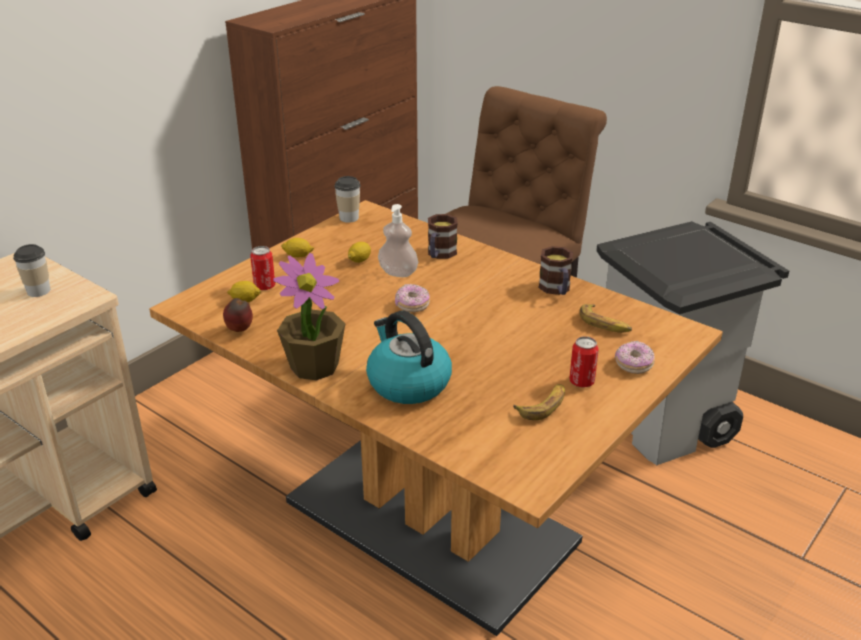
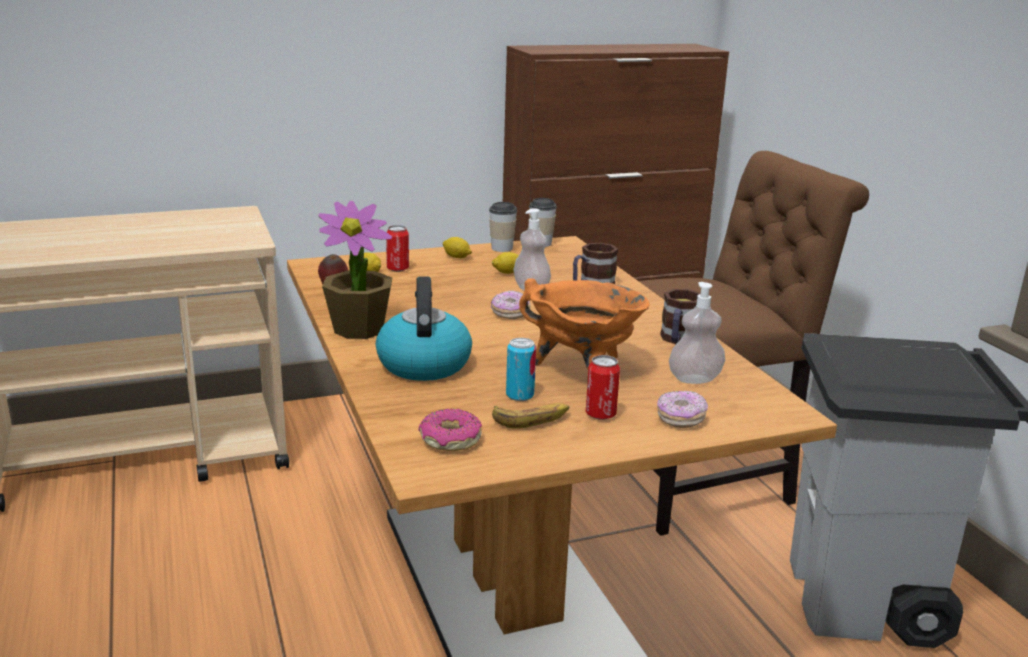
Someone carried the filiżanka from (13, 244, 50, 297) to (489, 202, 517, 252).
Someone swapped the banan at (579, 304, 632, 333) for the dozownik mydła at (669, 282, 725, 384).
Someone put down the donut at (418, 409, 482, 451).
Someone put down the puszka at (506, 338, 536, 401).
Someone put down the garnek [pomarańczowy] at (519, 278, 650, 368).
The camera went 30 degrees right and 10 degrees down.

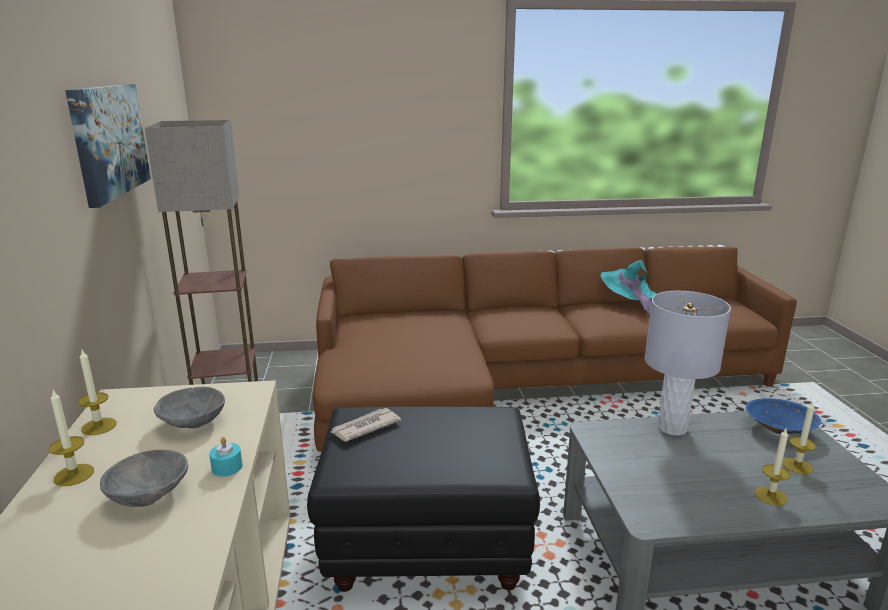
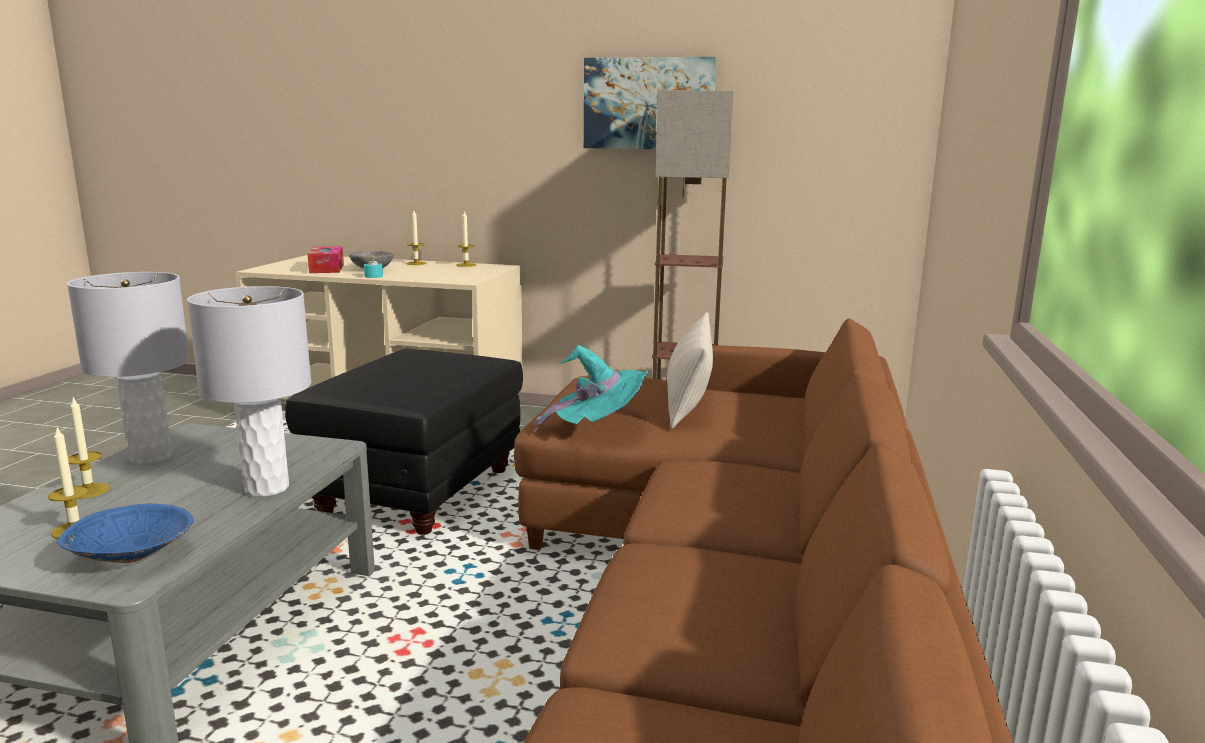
Someone took away the miska [szary] at (154, 387, 225, 428).
Someone took away the gazeta at (331, 408, 401, 442).
Someone carried the kapelusz [turkusowy] from (600, 260, 657, 316) to (534, 345, 649, 432).
Someone put down the lampa stołowa [szary] at (67, 272, 190, 465).
Someone put down the pudełko chusteczek at (307, 246, 344, 273).
Someone put down the poduszka [beżowy] at (667, 312, 713, 428).
The camera went 110 degrees right and 5 degrees down.

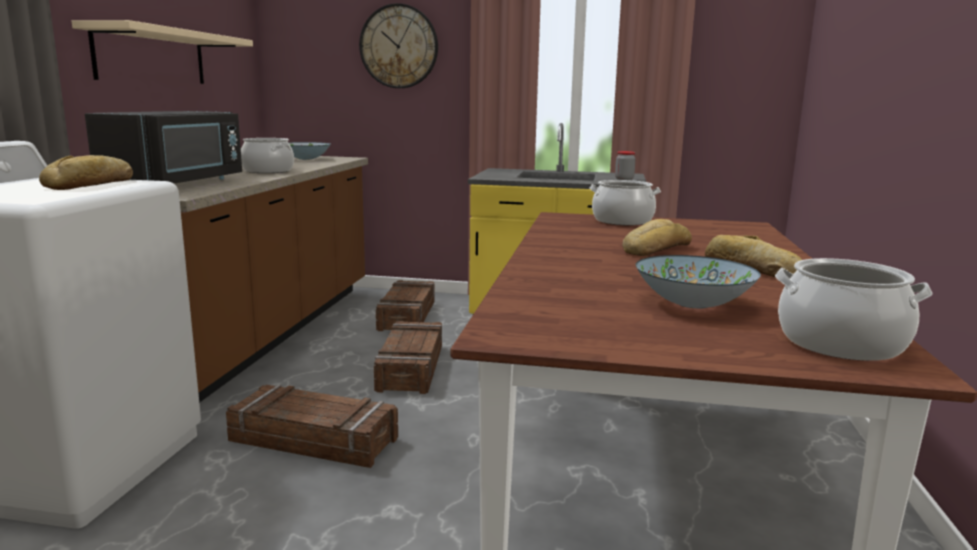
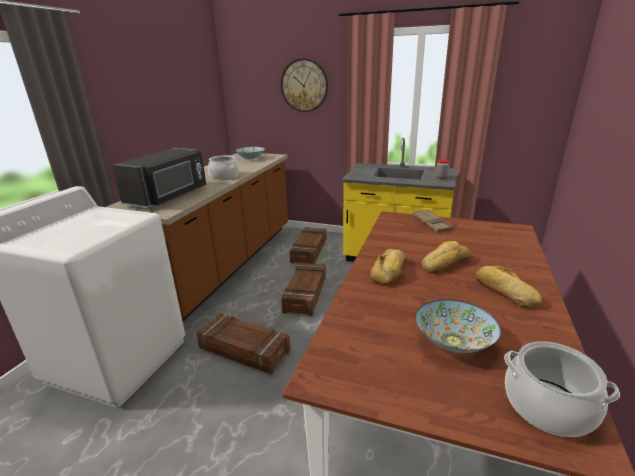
Someone carried the chleb from (39, 155, 133, 190) to (370, 249, 405, 286).
Someone took away the półka [beżowy] at (72, 20, 253, 84).
Someone swapped the garnek at (589, 180, 661, 226) for the taca [brązowy] at (413, 209, 453, 232).
The camera went 10 degrees right and 10 degrees up.

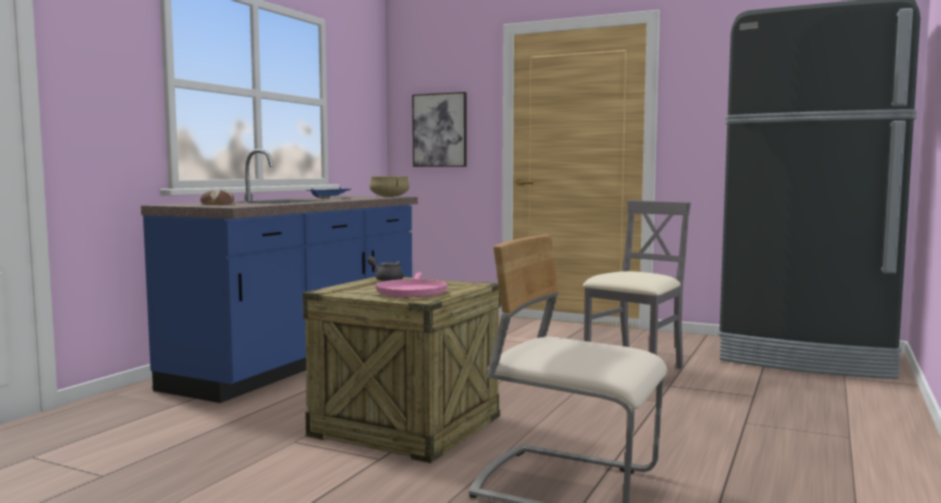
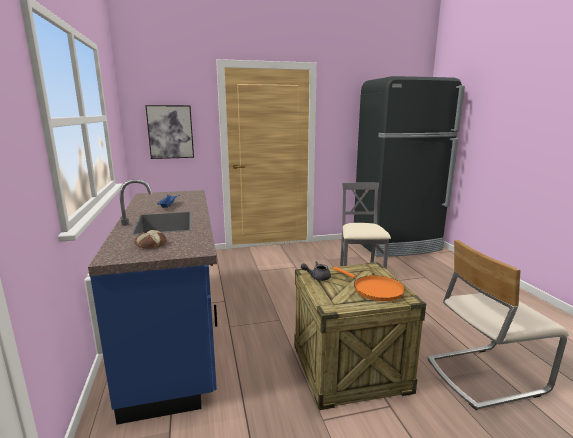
Someone took away the garnek [beżowy] at (369, 176, 410, 197).
Someone repainted the patelnia [różowy] at (375, 273, 448, 297), which became the patelnia [pomarańczowy] at (333, 267, 405, 301).
The camera went 40 degrees left and 10 degrees up.

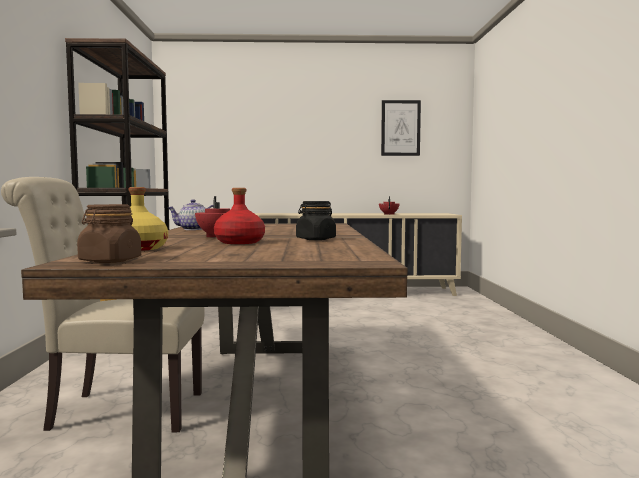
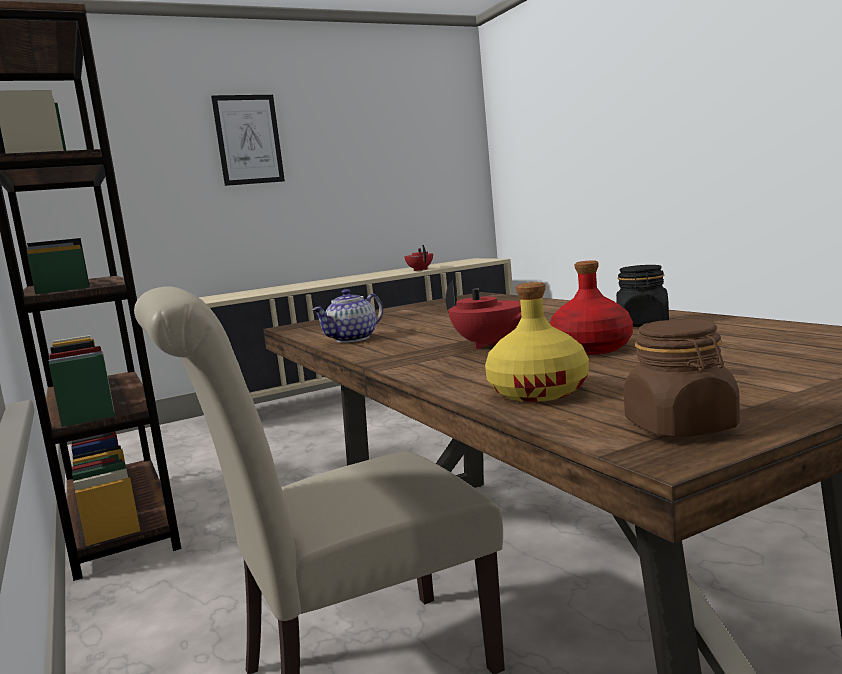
Someone carried the obraz from (381, 100, 421, 156) to (211, 95, 285, 186).
The camera went 25 degrees left and 5 degrees up.

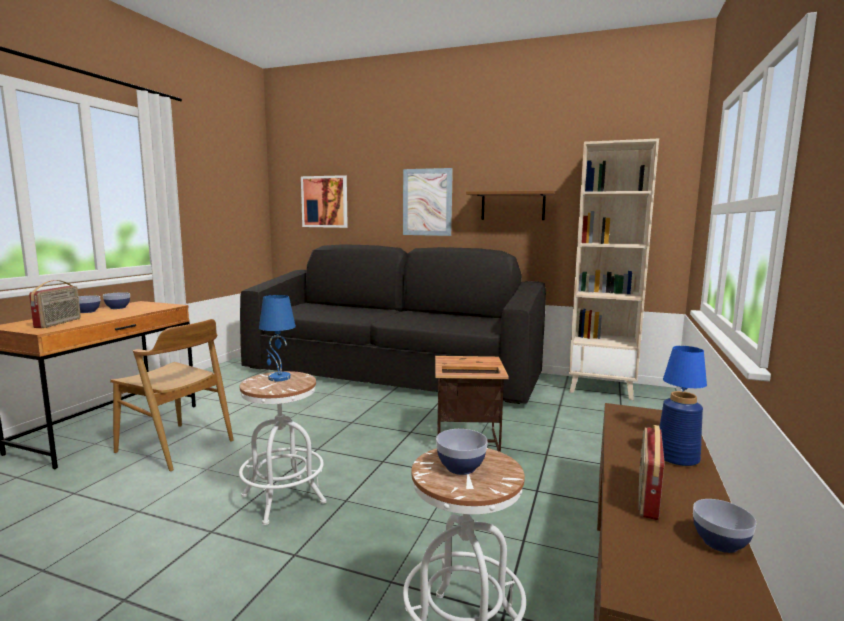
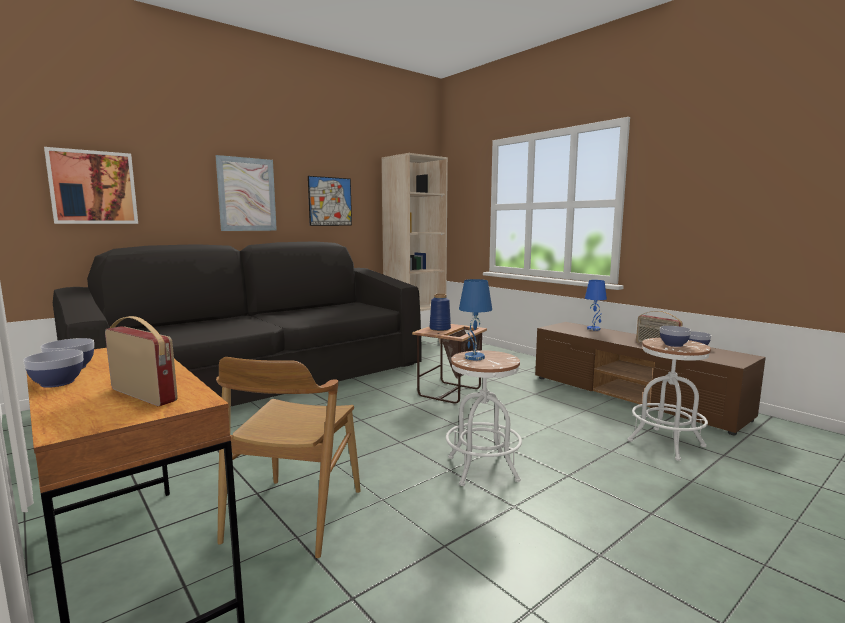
Someone rotated the krzesło [brązowy] at (110, 319, 234, 471) by 135 degrees clockwise.
Someone swapped the półka [brązowy] at (466, 190, 557, 220) for the obraz at (308, 176, 352, 226).
Someone carried the wazon [niebieski] from (659, 391, 703, 466) to (430, 294, 451, 331).
The camera went 60 degrees left and 0 degrees up.

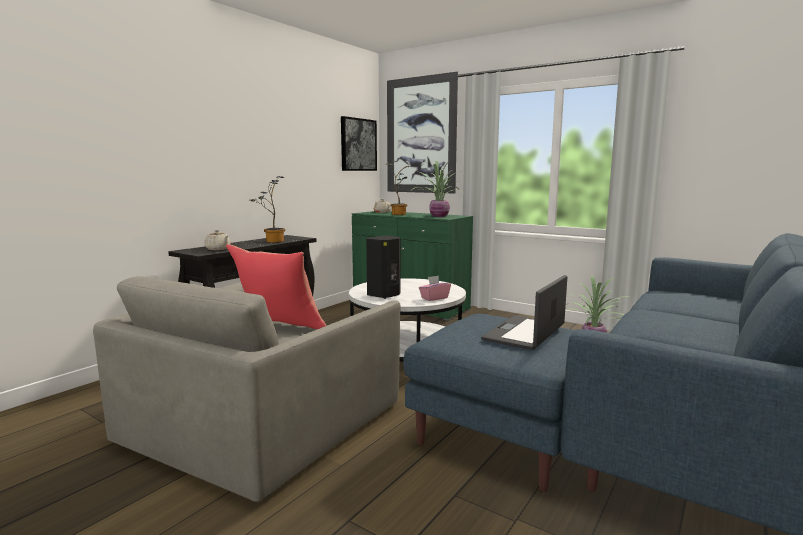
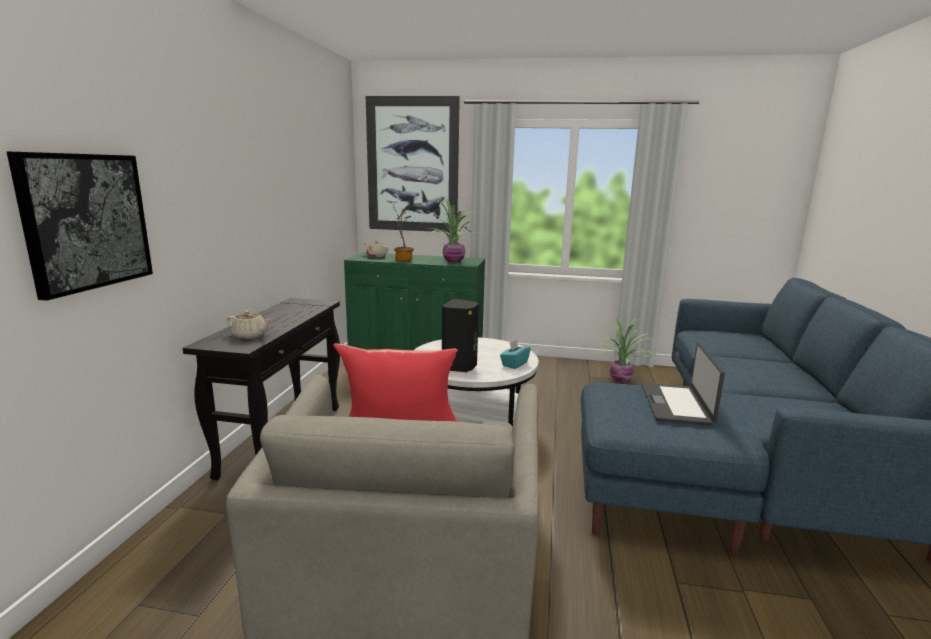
Someone took away the roślina doniczkowa at (249, 176, 285, 243).
Someone carried the obraz from (341, 116, 377, 171) to (7, 152, 153, 301).
Someone repainted the pudełko chusteczek [różowy] at (419, 276, 451, 301), which became the pudełko chusteczek [turkusowy] at (500, 340, 531, 369).
The camera went 25 degrees left and 5 degrees up.

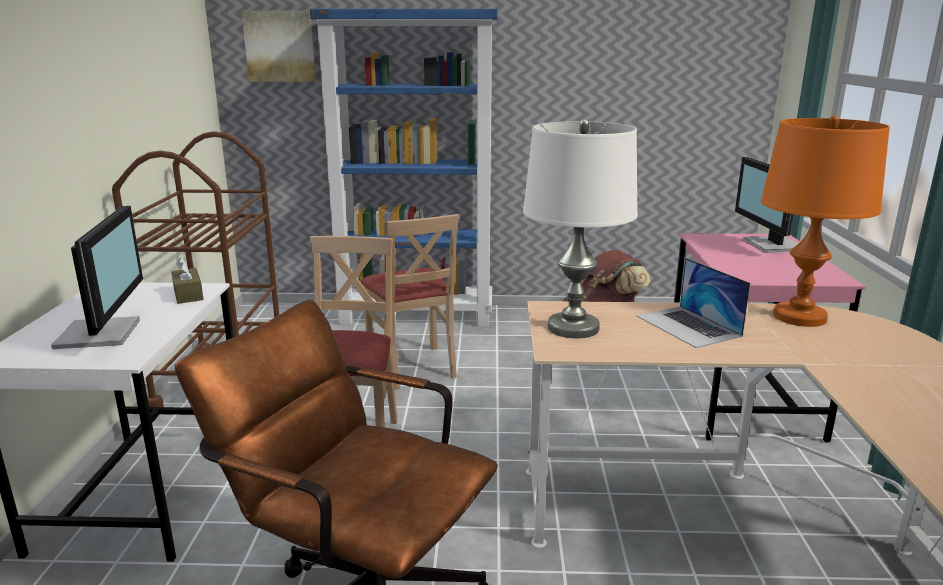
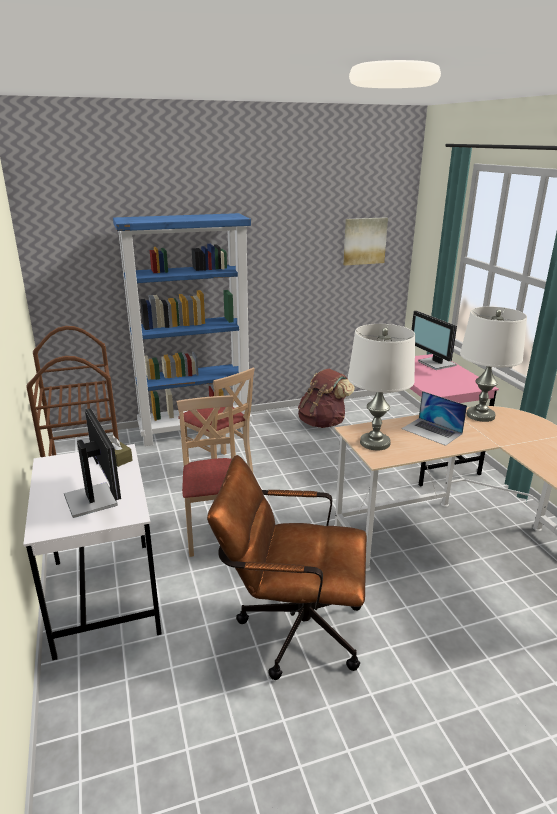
Someone carried the obraz from (242, 10, 316, 82) to (343, 217, 388, 266).
Someone repainted the lampa stołowa [pomarańczowy] at (761, 115, 890, 327), which became the lampa stołowa [biały] at (460, 307, 527, 422).
The camera went 20 degrees left and 5 degrees up.

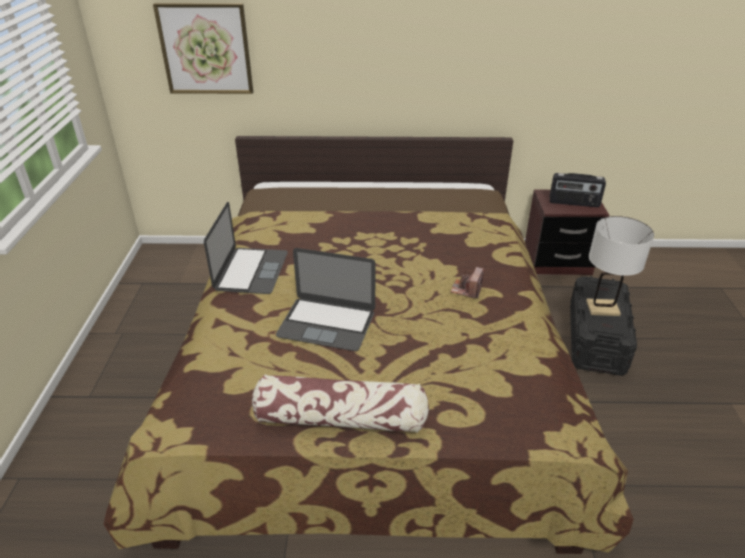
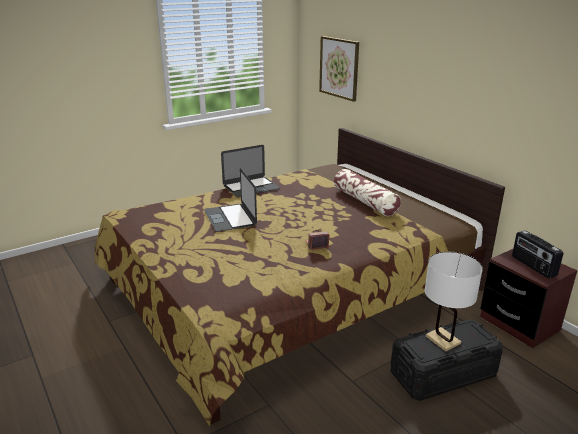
Someone carried the poduszka from (252, 374, 429, 433) to (334, 169, 401, 216).
The camera went 55 degrees right and 10 degrees down.

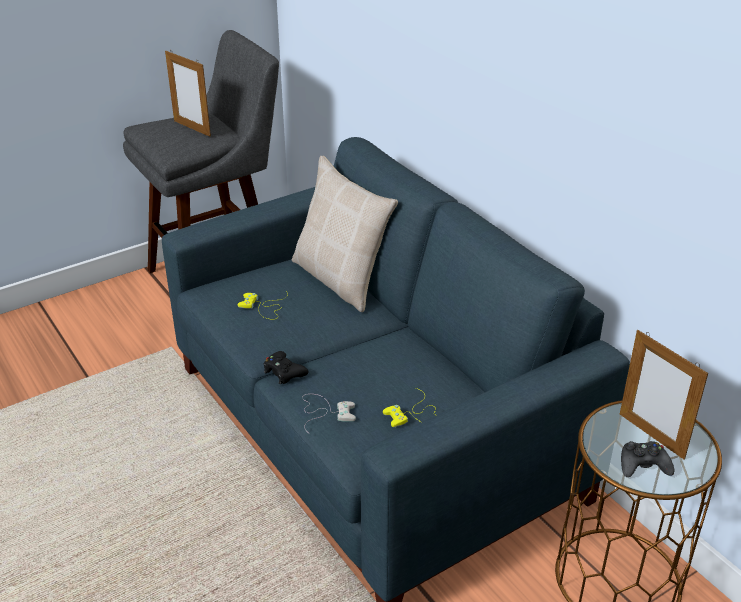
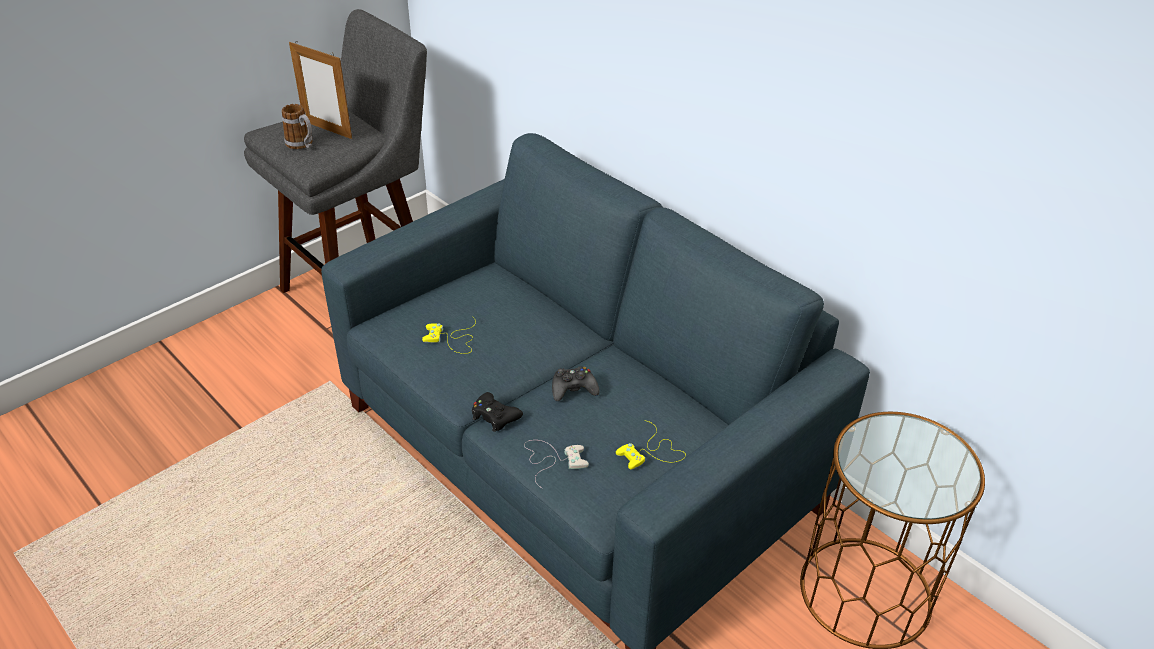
Someone took away the poduszka [beżowy] at (292, 156, 398, 312).
Someone took away the ramka na zdjęcie at (620, 330, 708, 460).
Someone carried the pad do gier [czarny] from (621, 441, 674, 477) to (552, 367, 600, 401).
Someone put down the kubek at (282, 104, 312, 149).
The camera went 10 degrees left and 5 degrees up.

